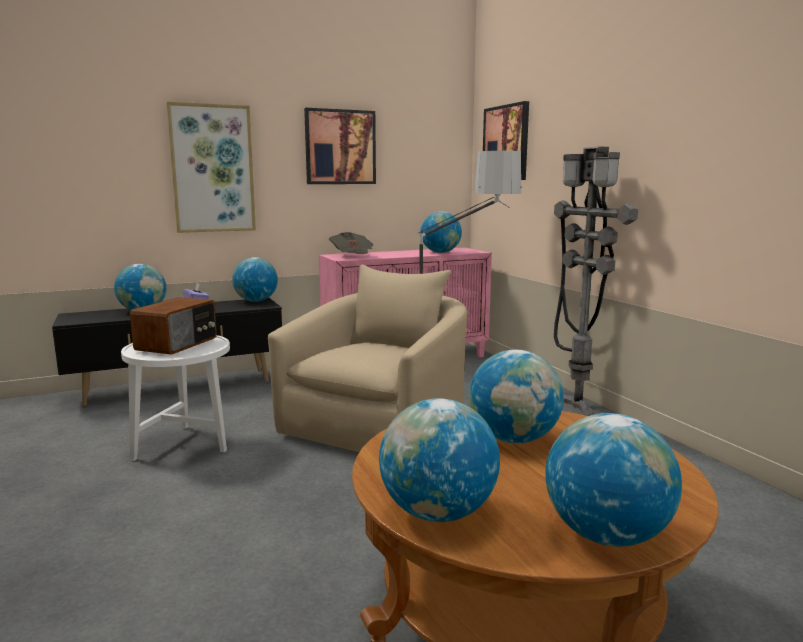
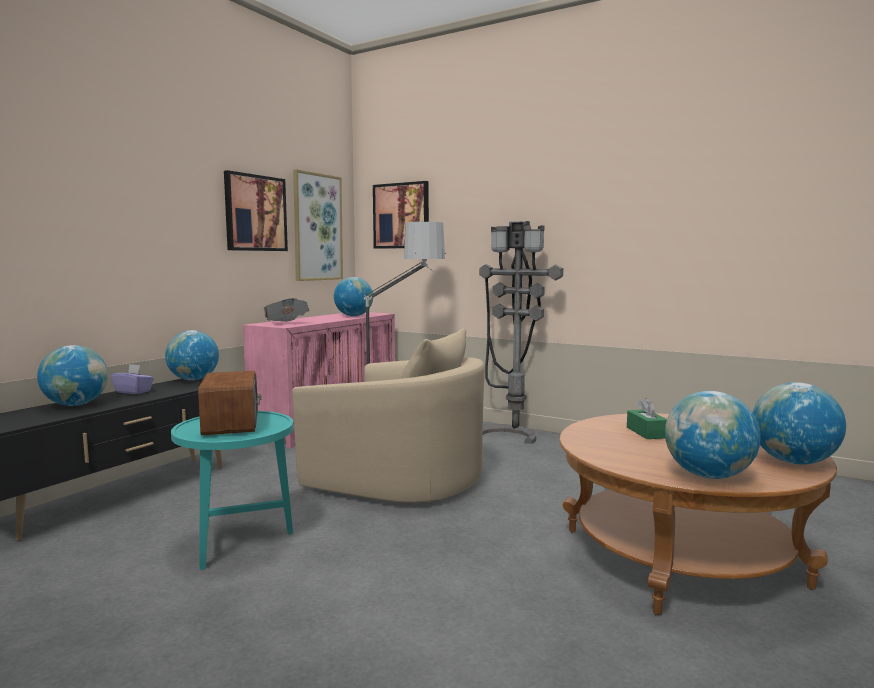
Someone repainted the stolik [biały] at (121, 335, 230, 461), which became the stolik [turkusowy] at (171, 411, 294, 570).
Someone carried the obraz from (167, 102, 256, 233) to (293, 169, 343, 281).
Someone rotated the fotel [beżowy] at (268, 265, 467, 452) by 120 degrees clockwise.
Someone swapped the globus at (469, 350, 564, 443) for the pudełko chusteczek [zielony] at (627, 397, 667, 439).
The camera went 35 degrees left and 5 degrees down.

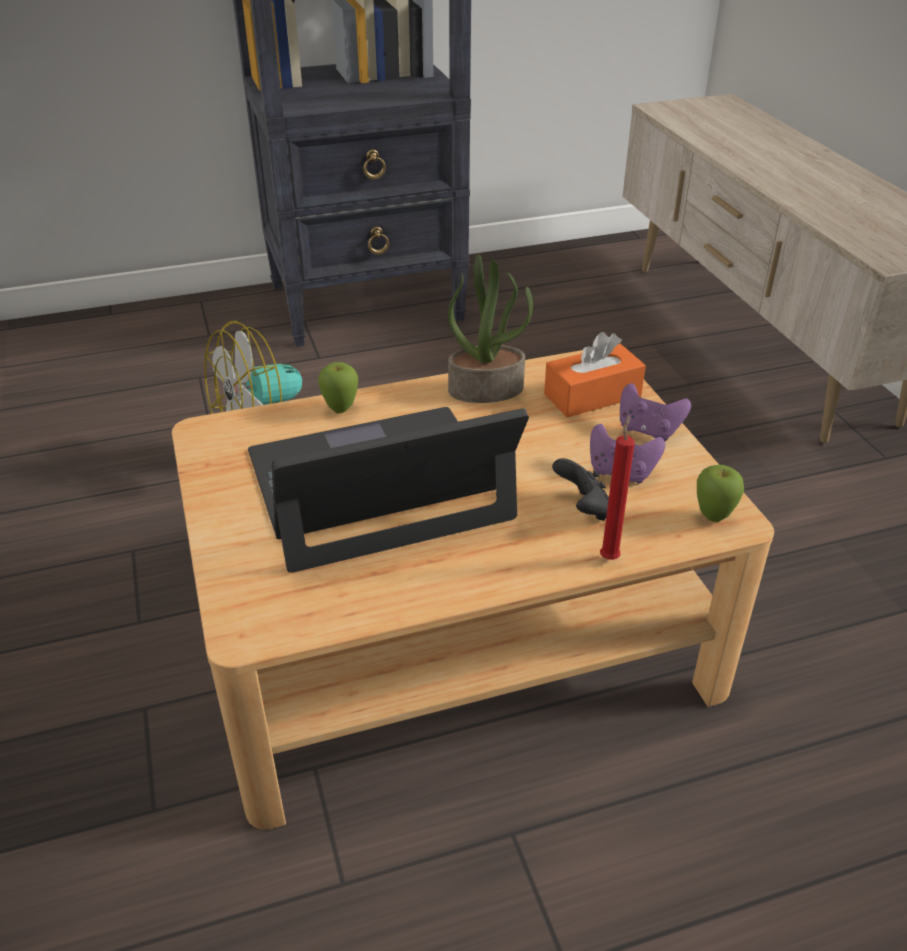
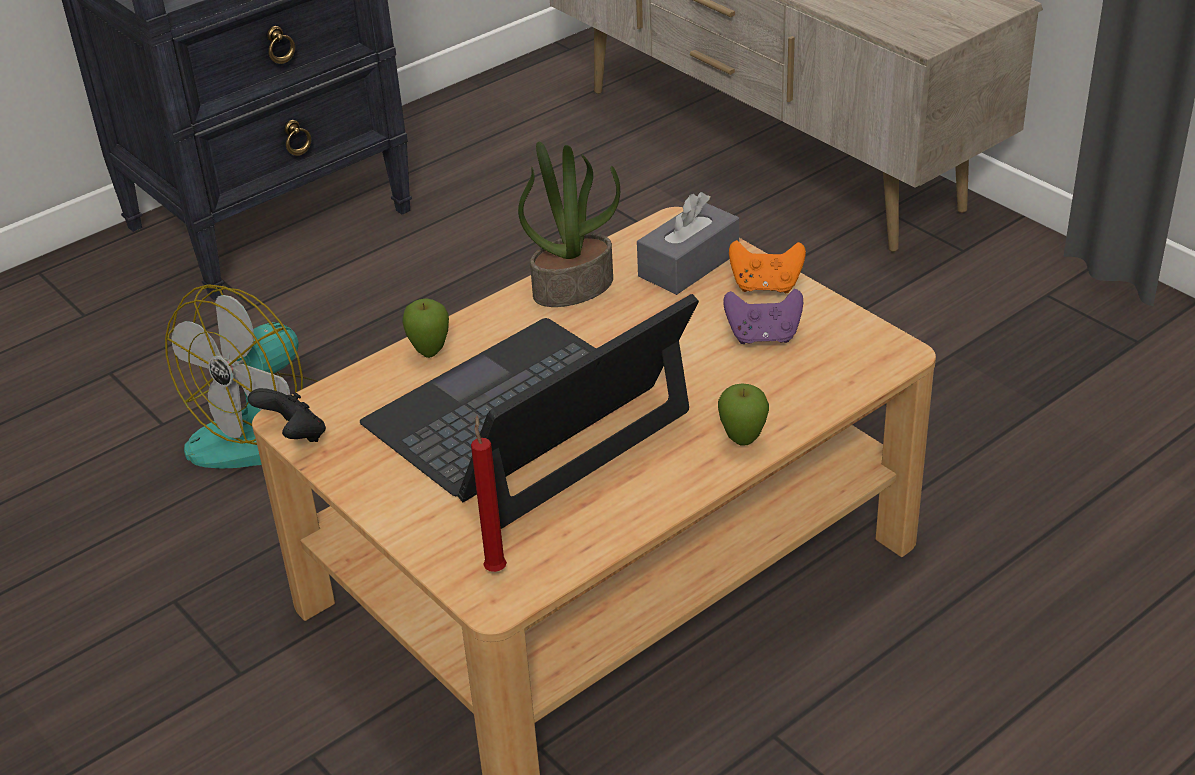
Someone repainted the pudełko chusteczek [pomarańczowy] at (544, 332, 646, 417), which became the pudełko chusteczek [szary] at (637, 192, 739, 295).
Someone carried the pad do gier [czarny] from (552, 458, 609, 521) to (248, 388, 326, 442).
Someone carried the świeca [czerwony] from (600, 415, 635, 560) to (471, 416, 507, 572).
Someone repainted the pad do gier [fioletowy] at (620, 383, 691, 441), which became the pad do gier [pomarańczowy] at (729, 240, 806, 293).
Someone carried the jabłko from (697, 465, 744, 522) to (718, 384, 769, 446).
The camera went 20 degrees left and 0 degrees up.

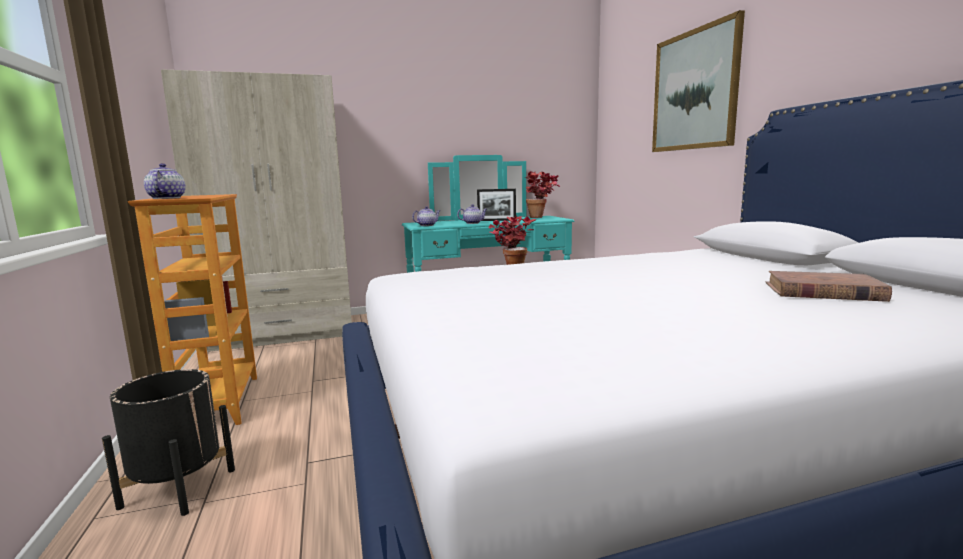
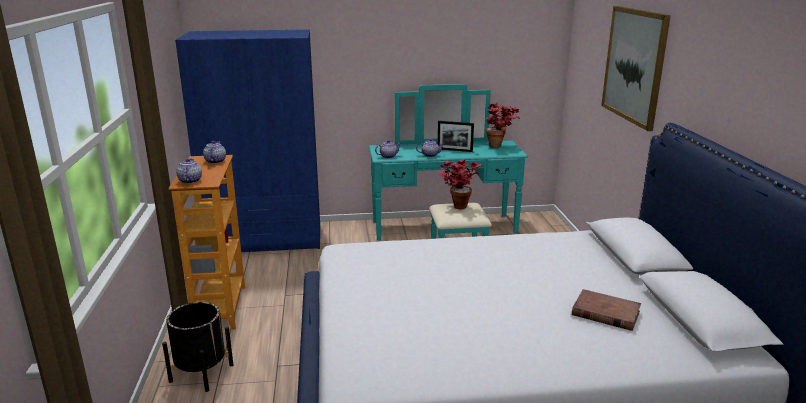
Someone repainted the szafa [beżowy] at (161, 69, 352, 352), which became the szafa [niebieski] at (175, 30, 320, 252).
Someone put down the imbryk at (203, 141, 226, 164).
The camera went 10 degrees right and 10 degrees up.

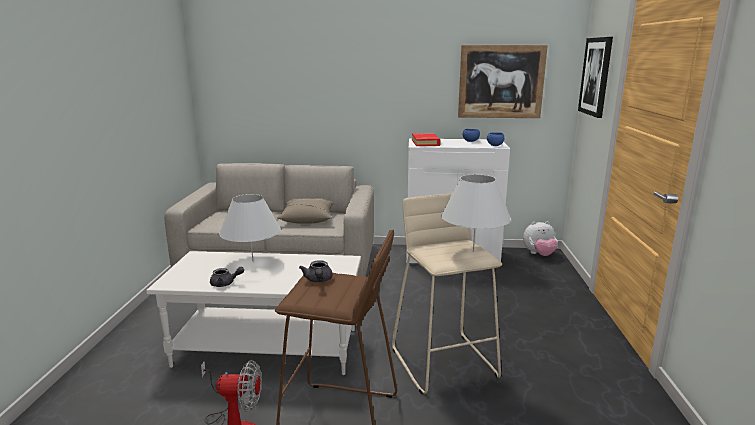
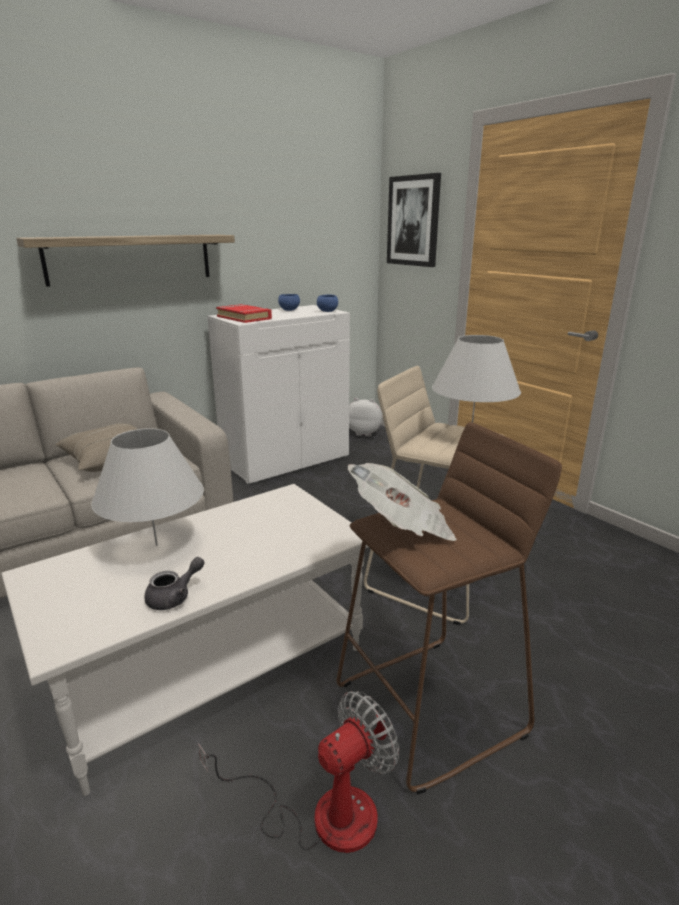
Someone swapped the imbryk [szary] at (299, 260, 333, 283) for the gazeta at (348, 463, 457, 541).
Someone took away the obraz at (458, 45, 548, 118).
Someone rotated the pluszak at (523, 221, 558, 256) by 120 degrees counterclockwise.
Someone put up the półka at (16, 235, 235, 287).
The camera went 40 degrees left and 5 degrees up.

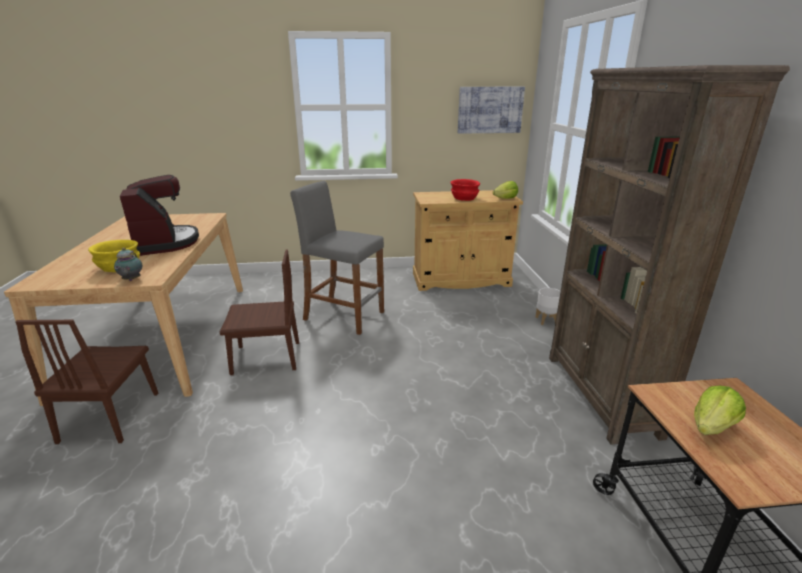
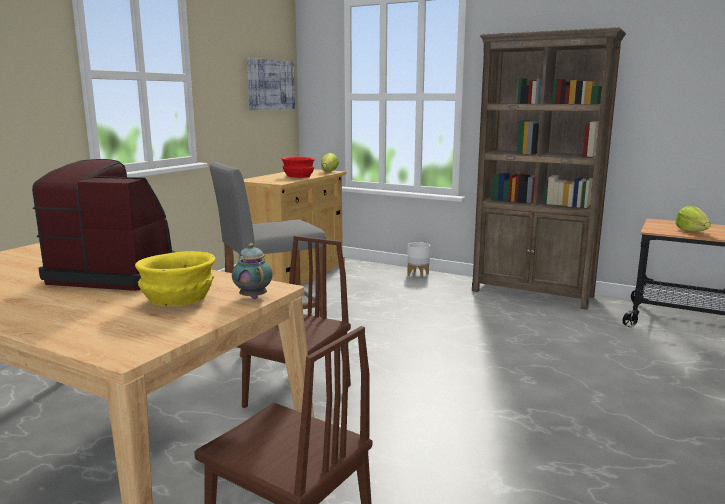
Someone rotated the imbryk at (114, 247, 142, 281) by 150 degrees counterclockwise.
The camera went 55 degrees left and 10 degrees down.

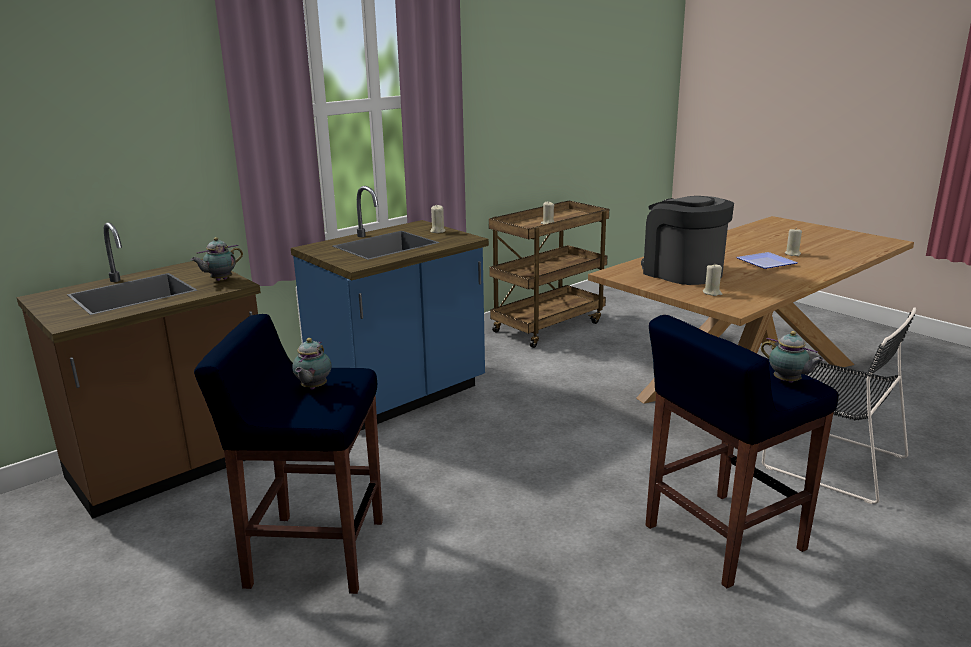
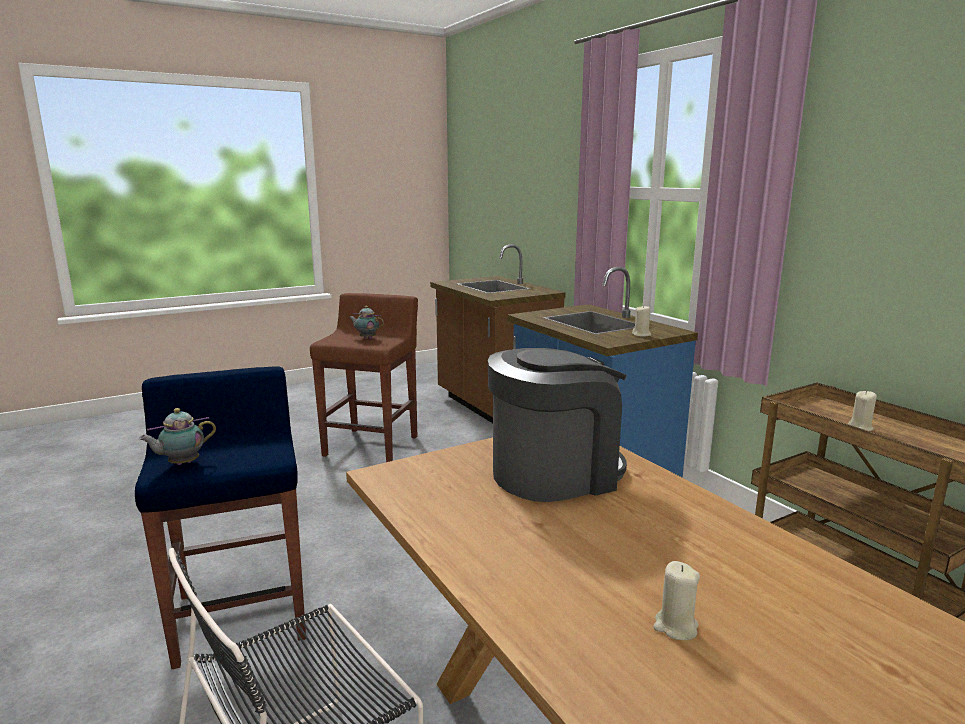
Someone took away the imbryk at (191, 237, 243, 281).
Someone repainted the stołek [niebieski] at (194, 314, 383, 594), which became the stołek [brązowy] at (310, 293, 418, 462).
Someone took away the świeca [beżowy] at (703, 264, 722, 296).
Someone took away the talerz at (736, 252, 798, 269).
The camera went 100 degrees right and 5 degrees down.

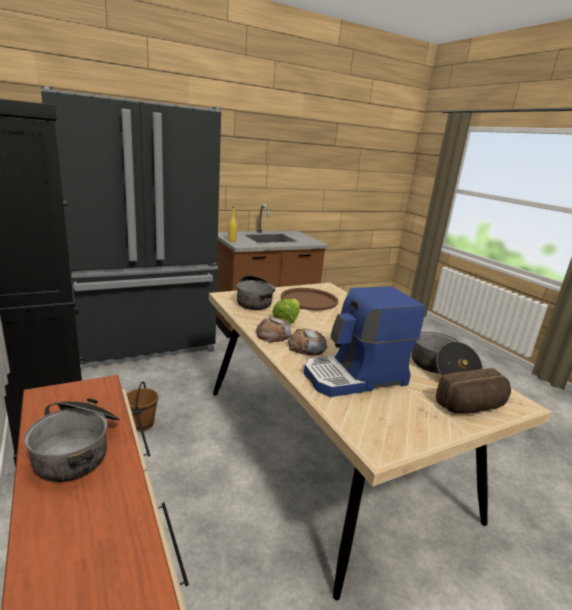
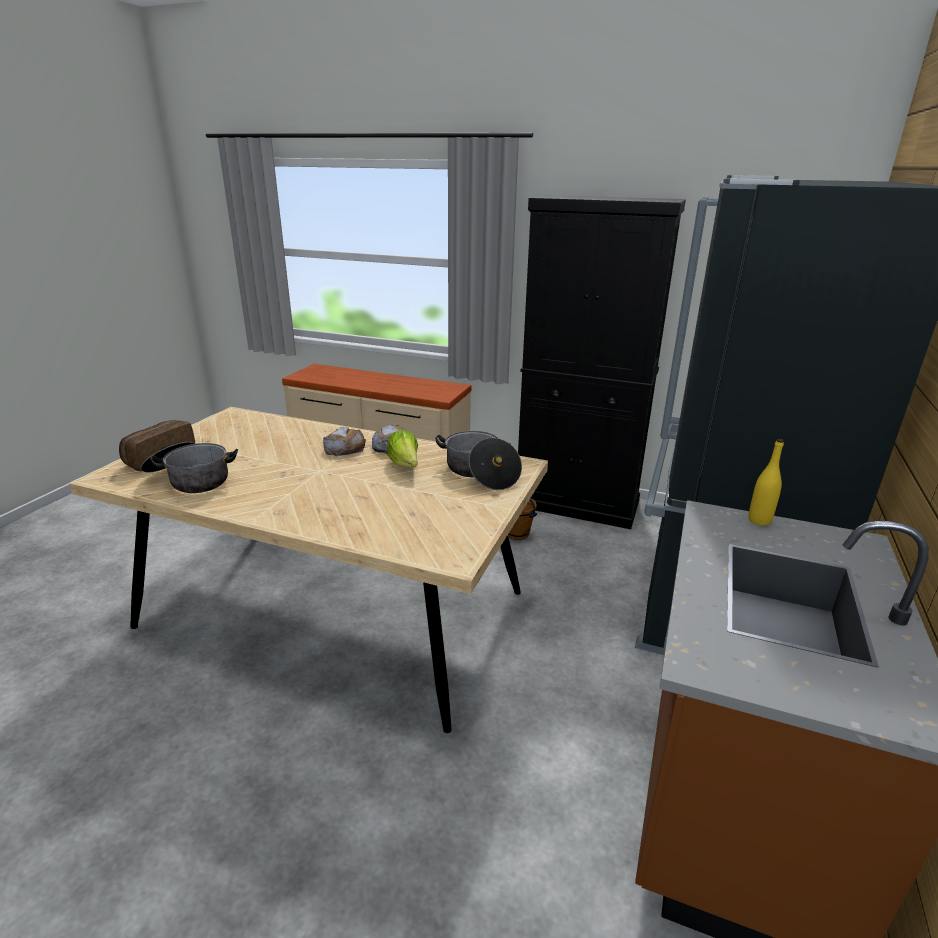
Someone took away the garnek at (24, 398, 121, 482).
Someone took away the taca [brązowy] at (281, 288, 339, 310).
Someone took away the ekspres do kawy at (304, 286, 426, 397).
The camera went 140 degrees right and 5 degrees up.

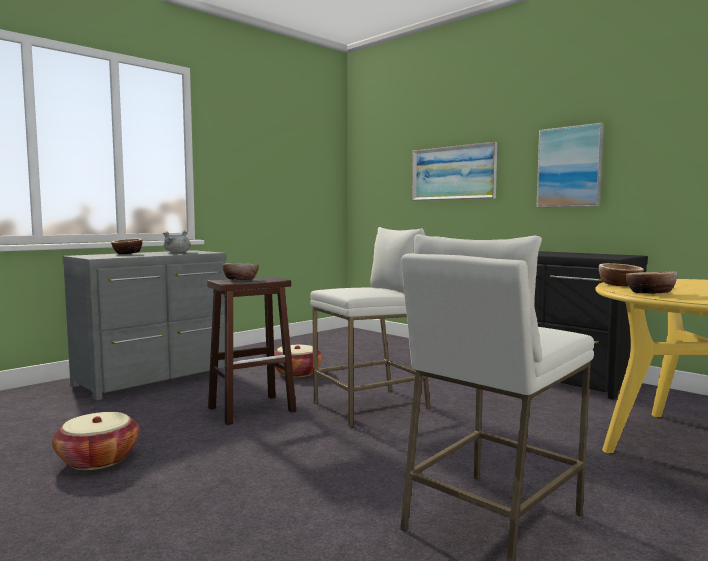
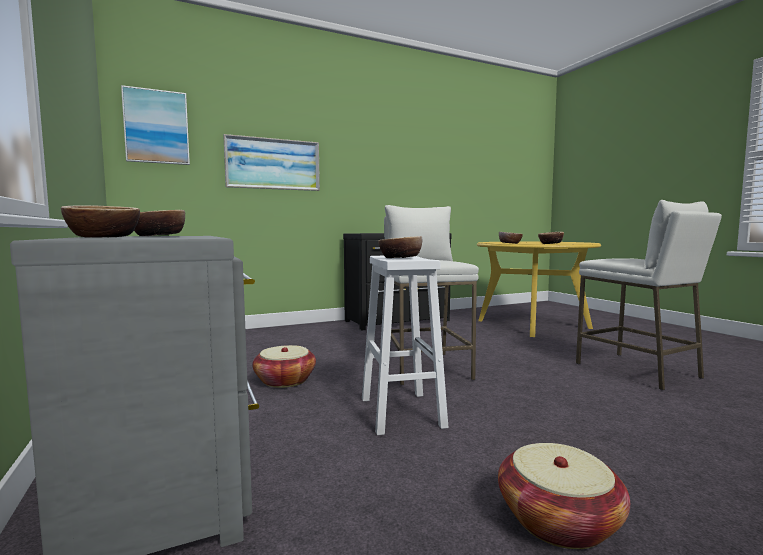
Someone swapped the garnek [szary] at (163, 231, 191, 253) for the miska at (134, 210, 185, 236).
Someone repainted the stołek [brązowy] at (207, 277, 296, 425), which became the stołek [biały] at (362, 256, 448, 435).
Someone carried the obraz from (537, 123, 604, 207) to (121, 85, 190, 165).
The camera went 70 degrees left and 0 degrees up.

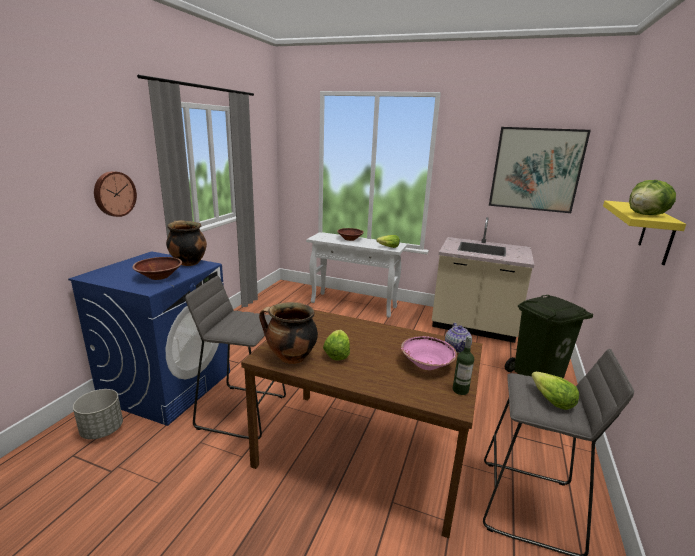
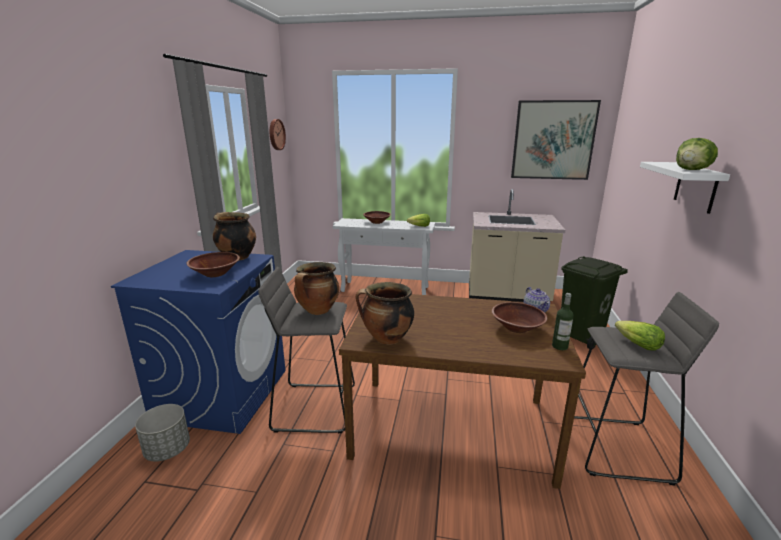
Someone carried the zegar ścienny from (94, 171, 137, 217) to (270, 119, 286, 150).
Someone took away the sałata at (323, 330, 350, 361).
Someone repainted the miska [różowy] at (401, 336, 457, 370), which became the miska [brązowy] at (492, 302, 547, 333).
Someone repainted the półka [żółty] at (603, 200, 686, 265), which became the półka [biały] at (640, 162, 730, 214).
Someone put down the garnek at (294, 262, 339, 315).
The camera went 10 degrees left and 0 degrees up.

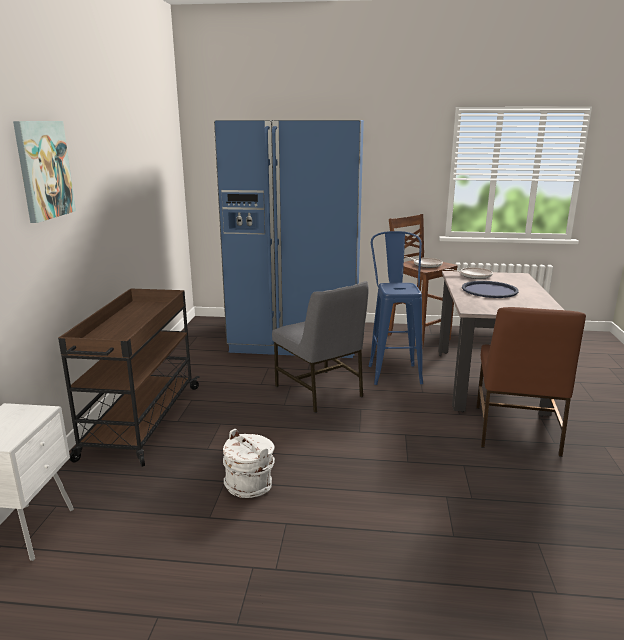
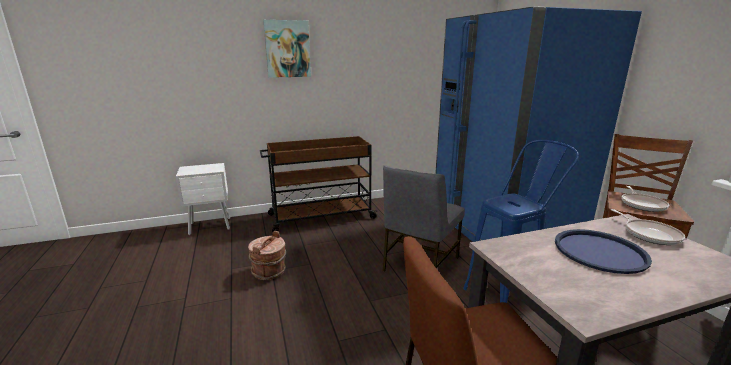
Someone repainted the wiadro [biały] at (223, 429, 275, 498), which became the wiadro [brązowy] at (248, 231, 286, 280).
The camera went 65 degrees right and 0 degrees up.

